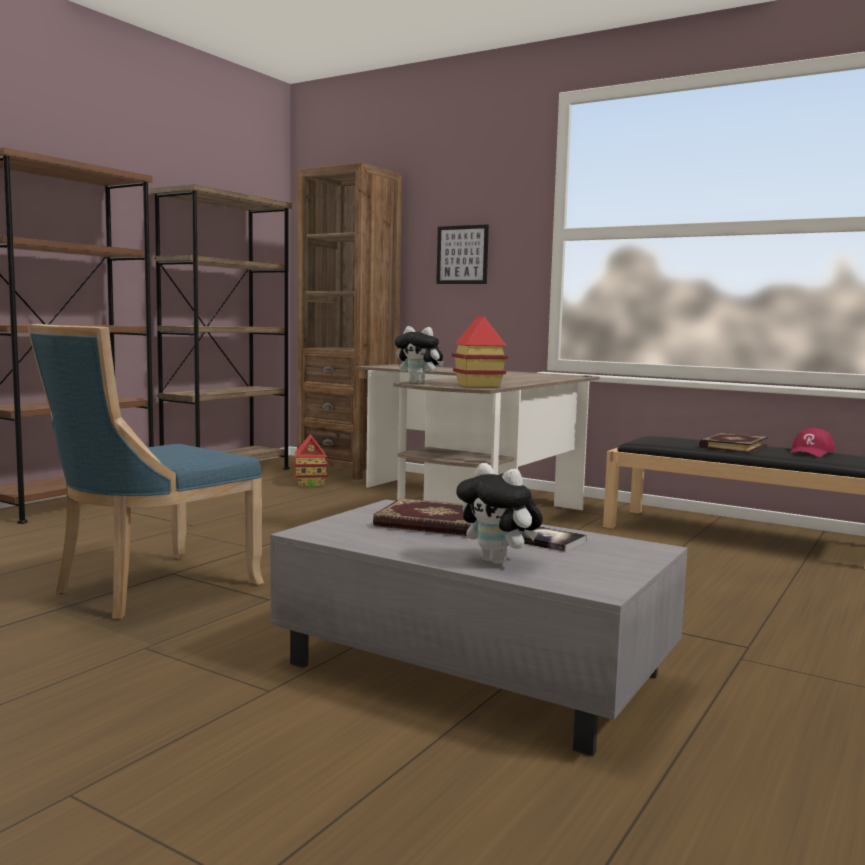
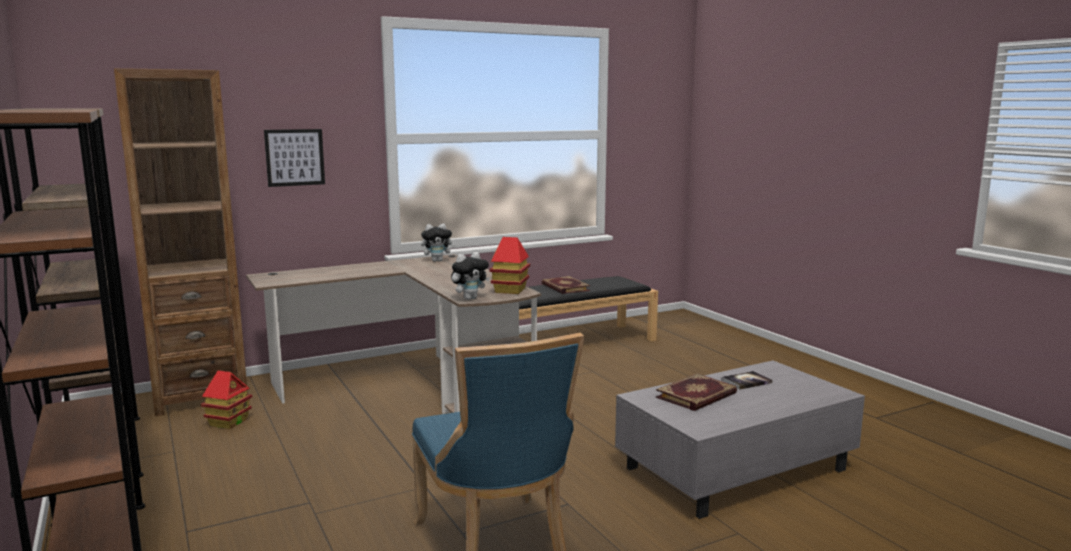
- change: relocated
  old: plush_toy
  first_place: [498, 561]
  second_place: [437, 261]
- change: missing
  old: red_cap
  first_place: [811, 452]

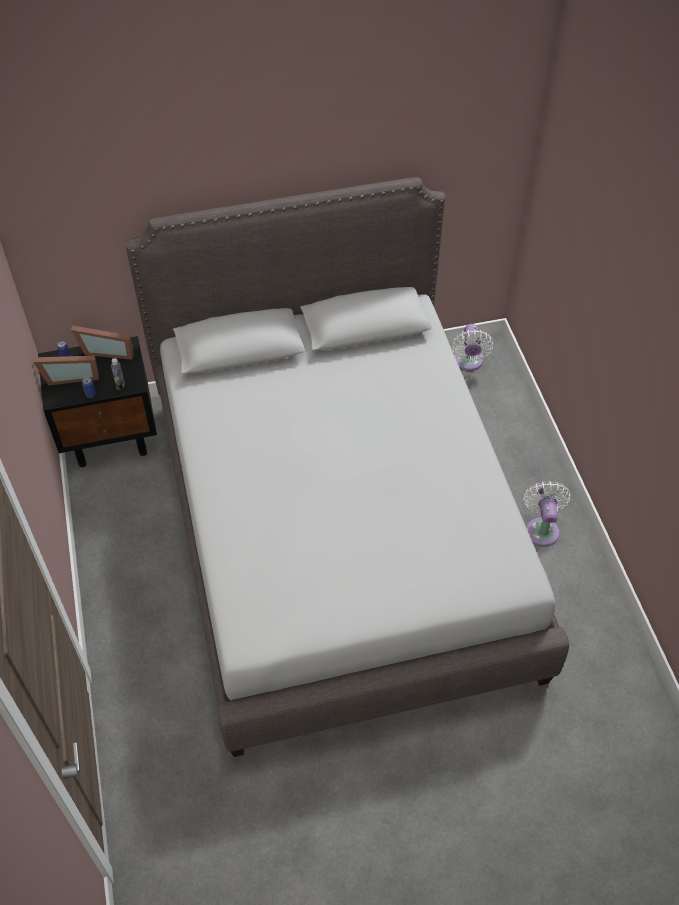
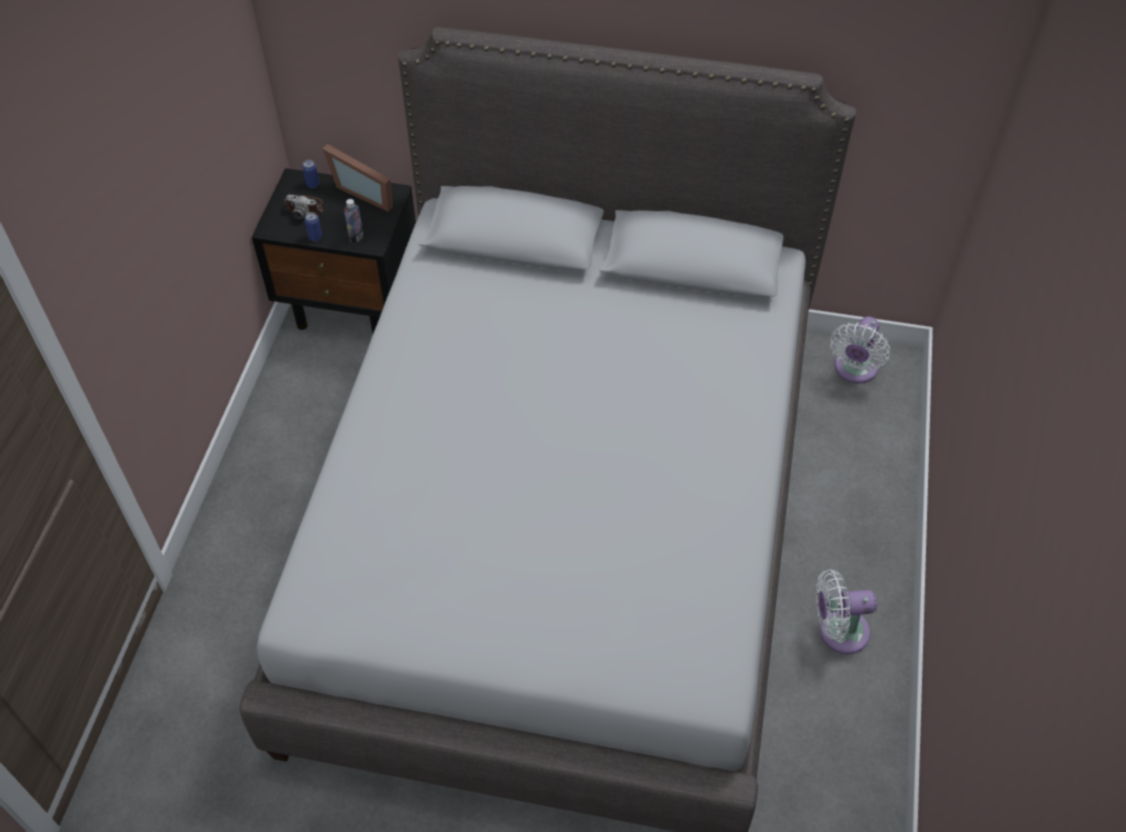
- change: exchanged
  old: picture_frame
  new: photo_camera
  first_place: [70, 376]
  second_place: [305, 208]
- change: spun
  old: white_fan
  first_place: [542, 528]
  second_place: [838, 631]
  degrees: -120

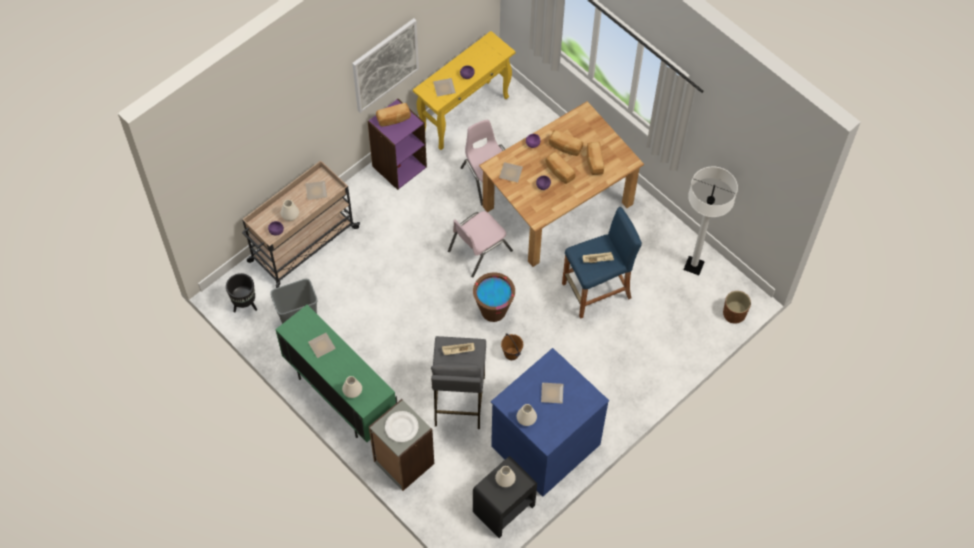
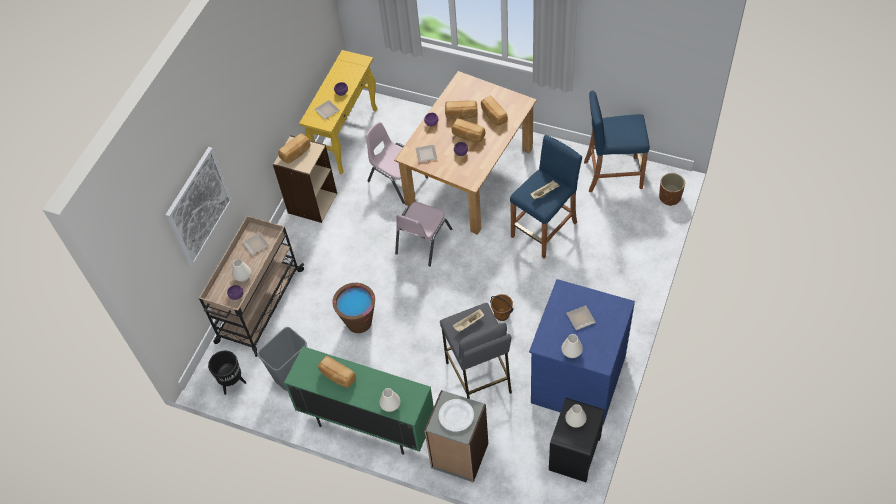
- change: exchanged
  old: plate
  new: bread
  first_place: [322, 345]
  second_place: [337, 376]
- change: relocated
  old: picture
  first_place: [385, 65]
  second_place: [198, 206]
- change: colour
  old: purple_bookcase
  new: beige_bookcase
  first_place: [399, 166]
  second_place: [312, 203]
- change: relocated
  old: brown_bucket
  first_place: [493, 310]
  second_place: [359, 322]
- change: exchanged
  old: white_floor_lamp
  new: blue_stool
  first_place: [693, 266]
  second_place: [613, 174]

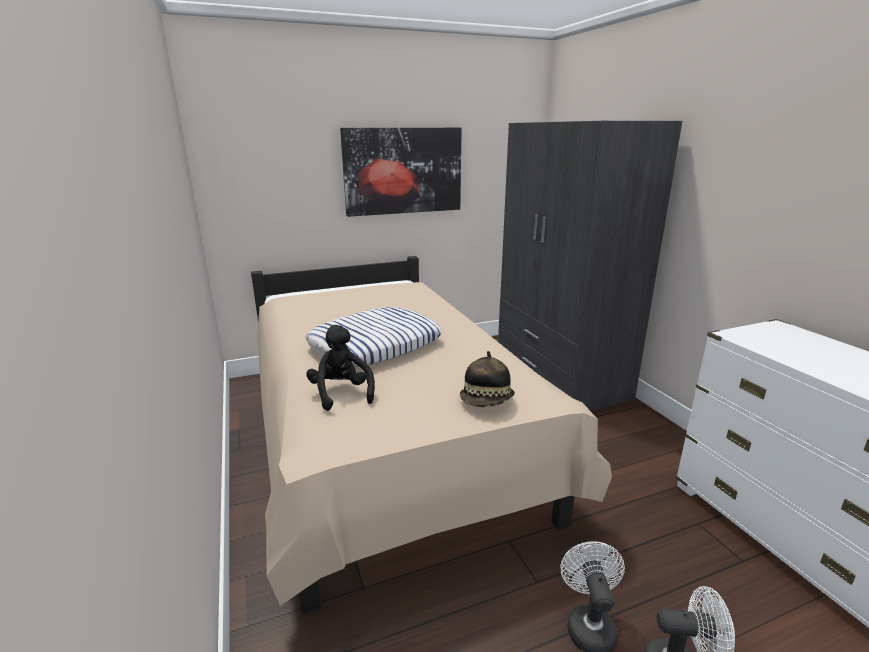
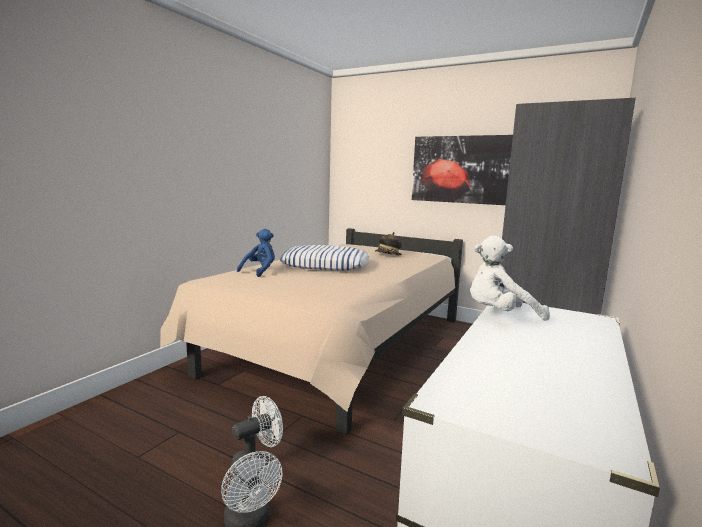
- change: colour
  old: black_plush_toy
  new: blue_plush_toy
  first_place: [341, 393]
  second_place: [260, 271]
- change: relocated
  old: hat
  first_place: [487, 401]
  second_place: [388, 255]
- change: appeared
  new: white_plush_toy
  second_place: [500, 315]

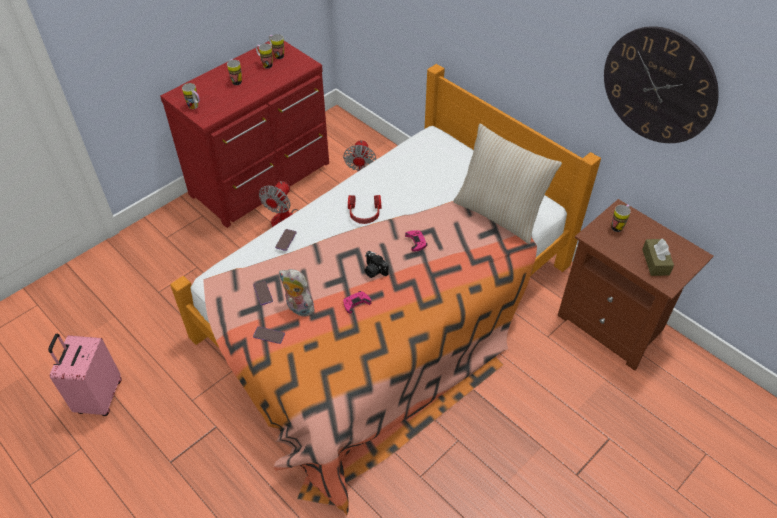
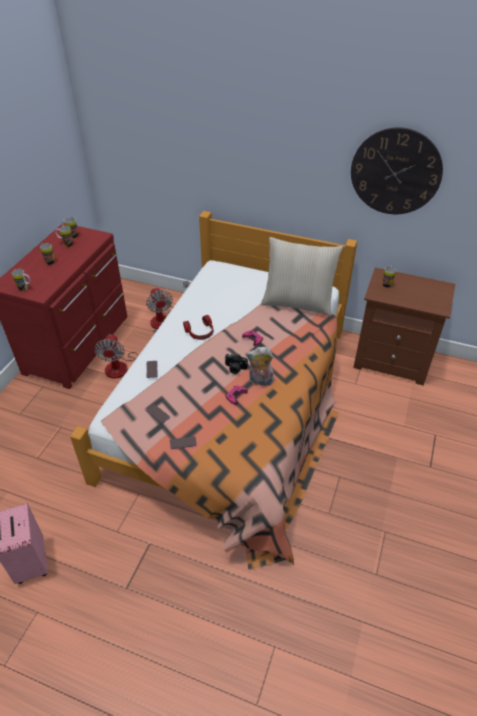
- change: relocated
  old: plush_toy
  first_place: [298, 308]
  second_place: [260, 381]
- change: missing
  old: brown_tissue_box
  first_place: [655, 262]

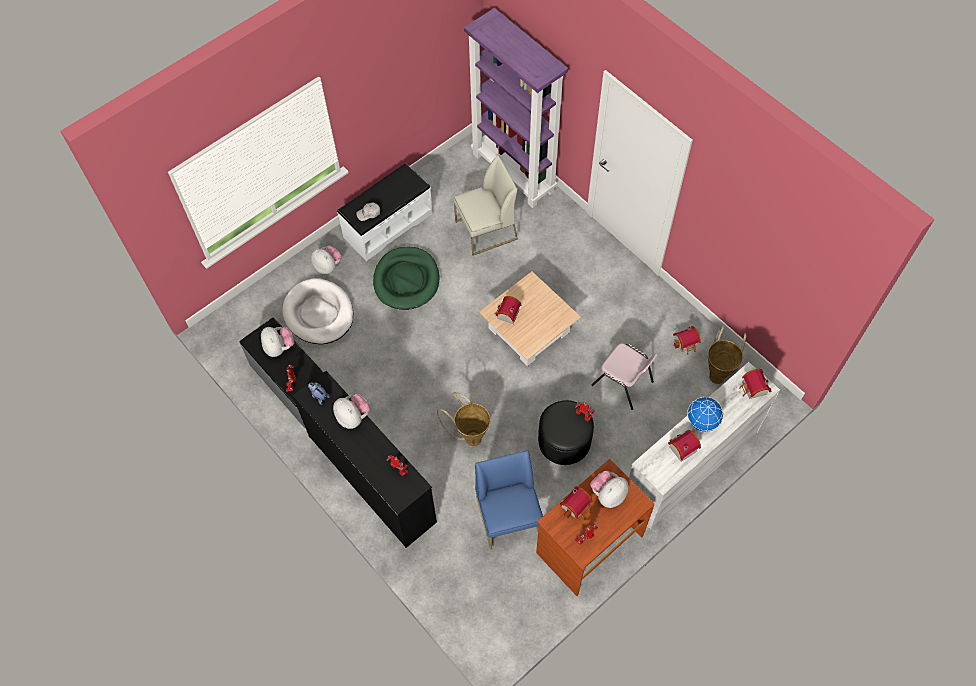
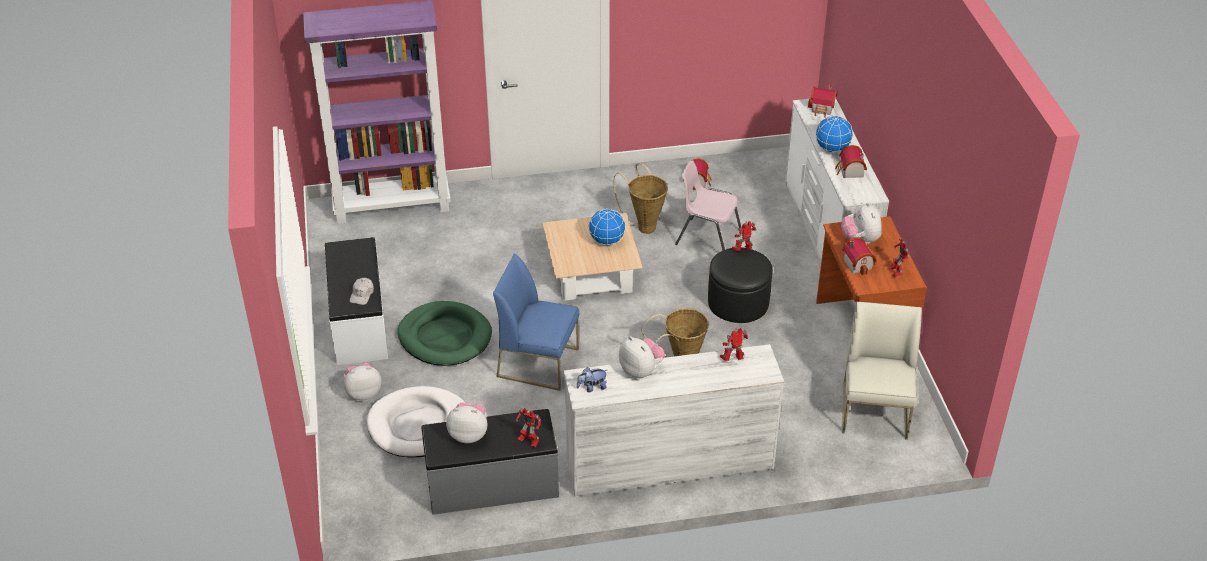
- change: colour
  old: black_dresser
  new: white_dresser
  first_place: [372, 478]
  second_place: [668, 463]
- change: spun
  old: plush_toy
  first_place: [353, 417]
  second_place: [641, 370]
  degrees: 60
- change: relocated
  old: white_chair
  first_place: [486, 231]
  second_place: [875, 412]
- change: relocated
  old: blue_chair
  first_place: [509, 517]
  second_place: [539, 362]
- change: missing
  old: toy_house
  first_place: [506, 314]
- change: spun
  old: pink_chair
  first_place: [623, 384]
  second_place: [707, 238]
  degrees: -135
- change: relocated
  old: basket
  first_place: [718, 373]
  second_place: [644, 226]
- change: appeared
  new: globe
  second_place: [607, 241]

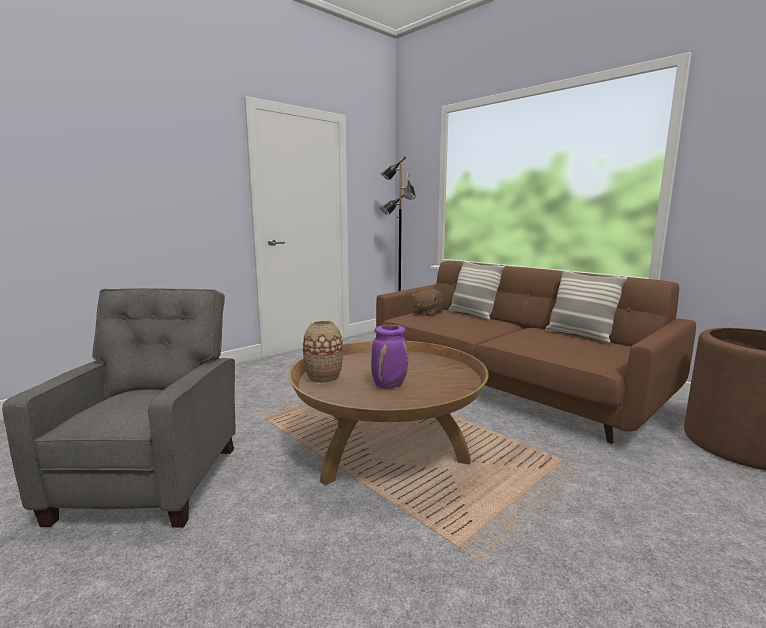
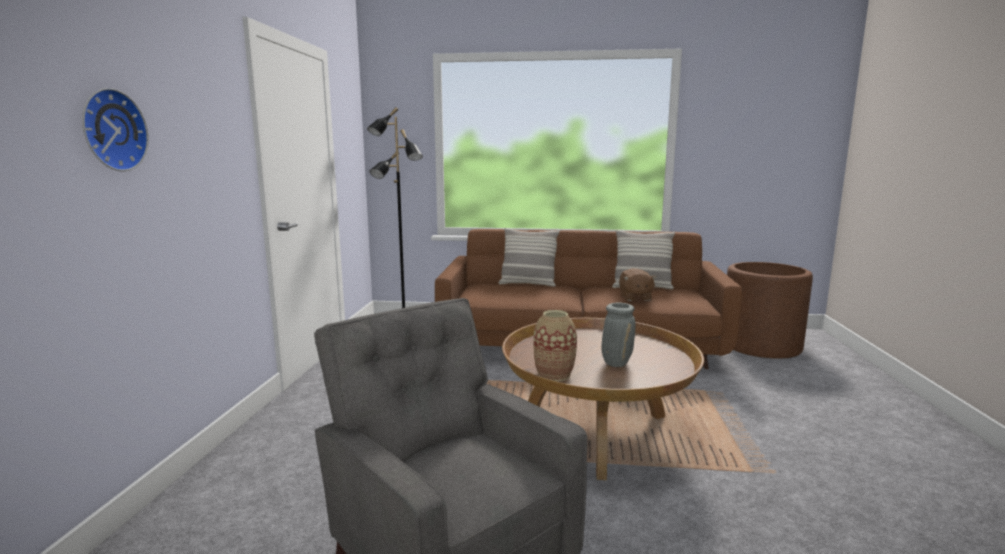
- change: colour
  old: purple_vase
  new: grey_vase
  first_place: [389, 385]
  second_place: [616, 363]
- change: relocated
  old: brown_plush_toy
  first_place: [427, 313]
  second_place: [635, 297]
- change: appeared
  new: wall_clock
  second_place: [111, 130]

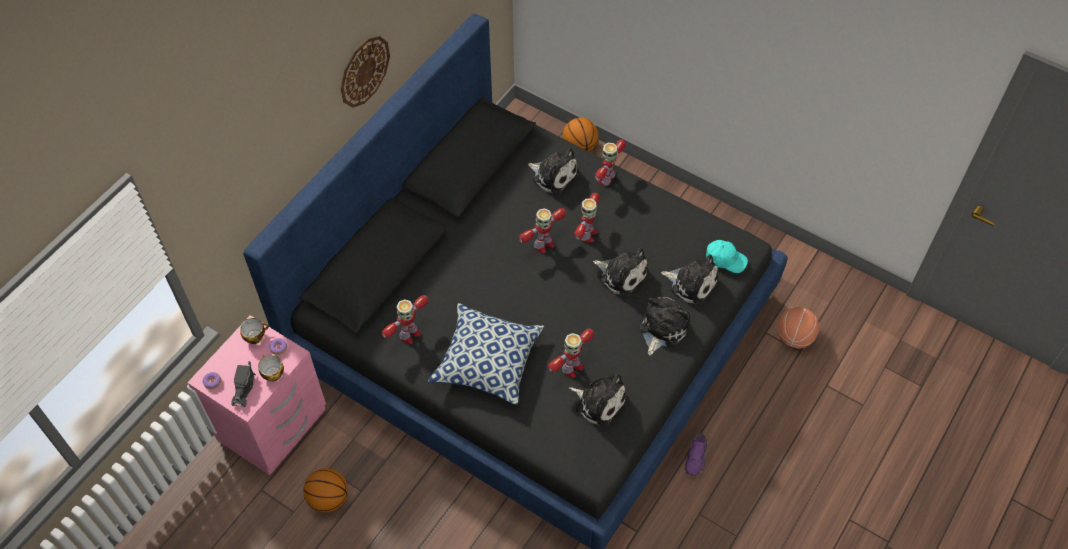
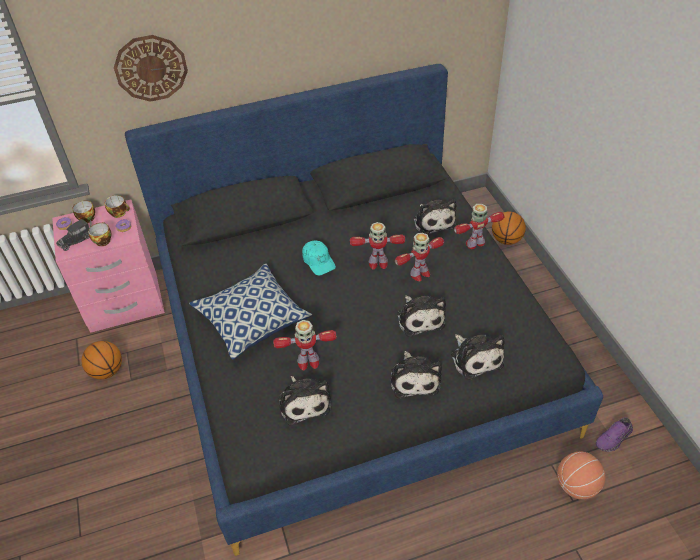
- change: relocated
  old: wall_clock
  first_place: [364, 71]
  second_place: [151, 68]
- change: missing
  old: toy_robot
  first_place: [409, 334]
- change: spun
  old: plush_toy
  first_place: [662, 329]
  second_place: [414, 378]
  degrees: 105
- change: relocated
  old: purple_shoe
  first_place: [696, 457]
  second_place: [614, 439]
- change: relocated
  old: turquoise_cap
  first_place: [725, 259]
  second_place: [318, 261]
- change: appeared
  new: cup
  second_place: [86, 218]

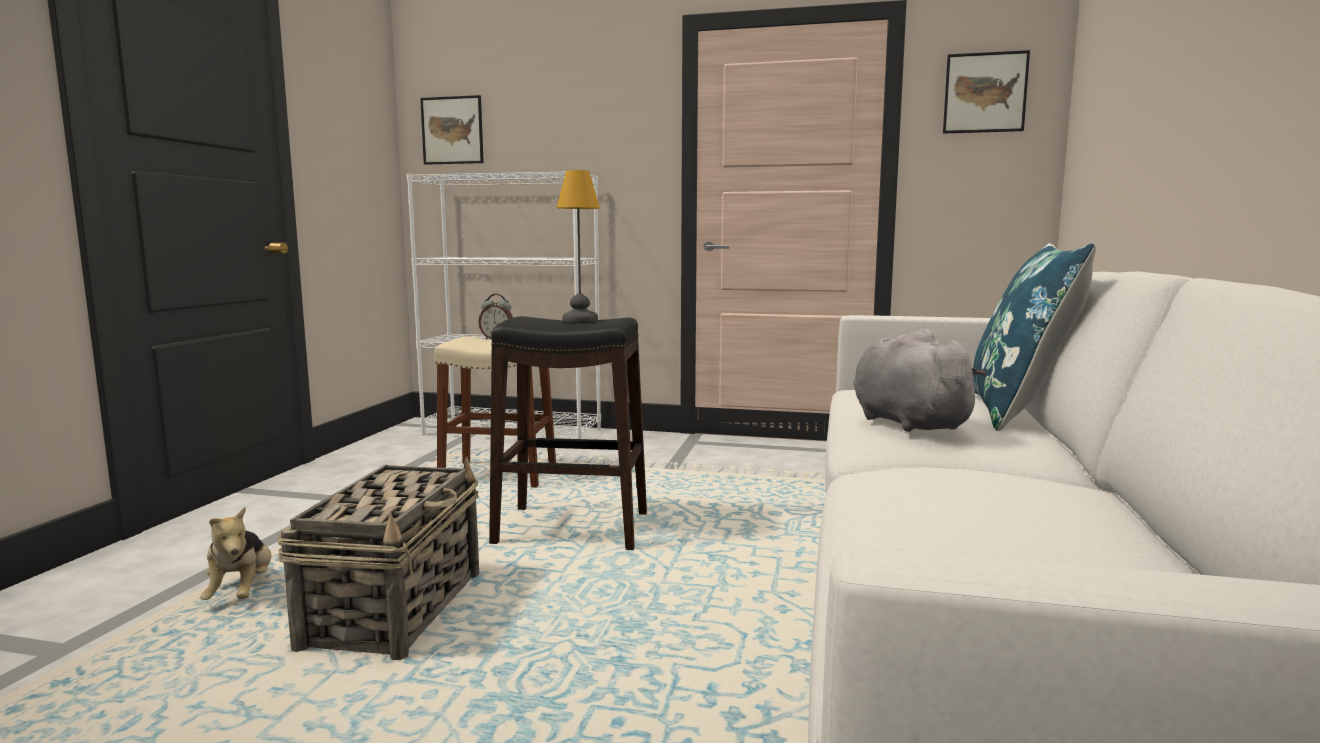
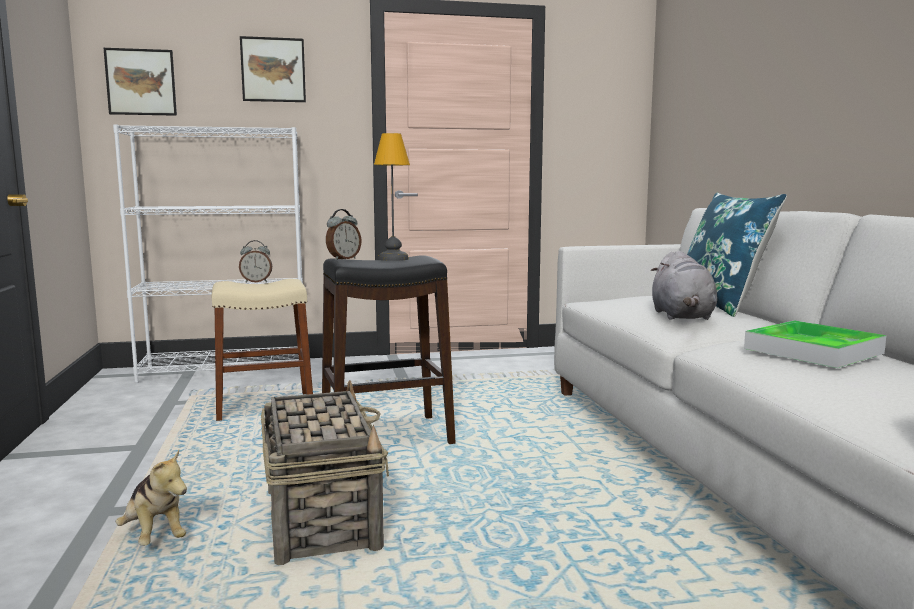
- change: spun
  old: grey_plush_toy
  first_place: [906, 422]
  second_place: [682, 316]
  degrees: -135
- change: relocated
  old: picture
  first_place: [985, 93]
  second_place: [273, 70]
- change: appeared
  new: alarm_clock
  second_place: [343, 259]
- change: appeared
  new: tray
  second_place: [813, 351]

